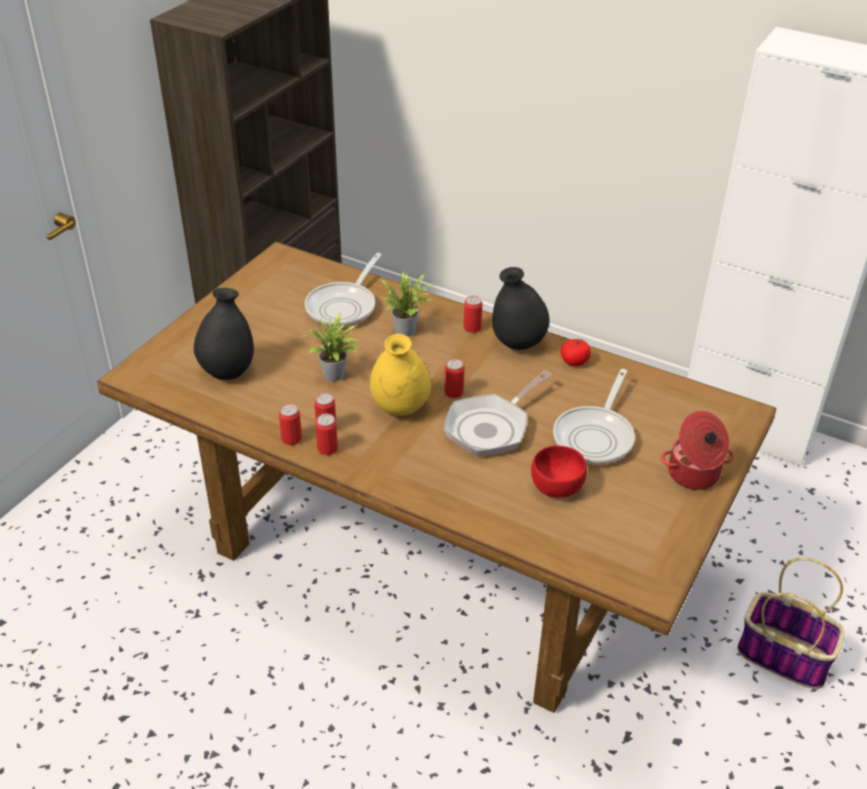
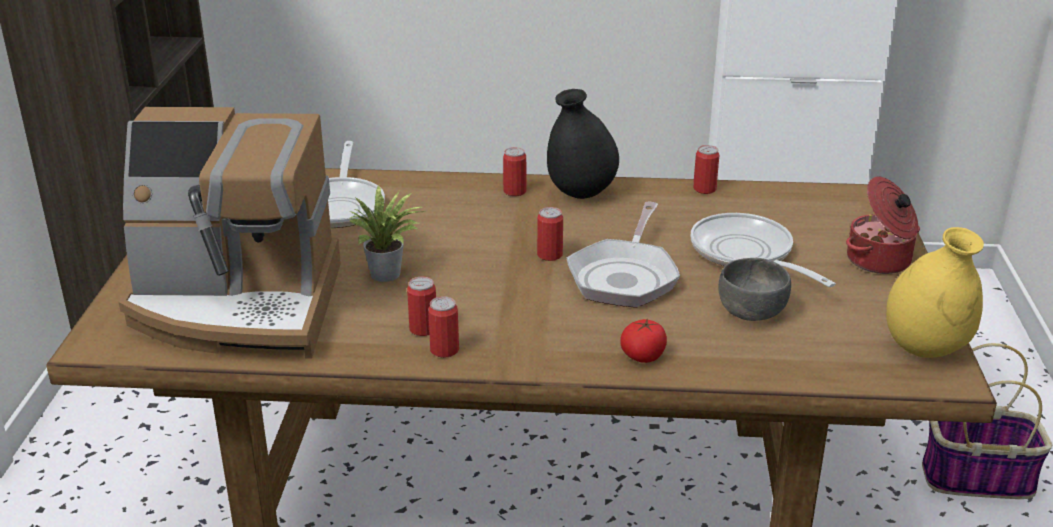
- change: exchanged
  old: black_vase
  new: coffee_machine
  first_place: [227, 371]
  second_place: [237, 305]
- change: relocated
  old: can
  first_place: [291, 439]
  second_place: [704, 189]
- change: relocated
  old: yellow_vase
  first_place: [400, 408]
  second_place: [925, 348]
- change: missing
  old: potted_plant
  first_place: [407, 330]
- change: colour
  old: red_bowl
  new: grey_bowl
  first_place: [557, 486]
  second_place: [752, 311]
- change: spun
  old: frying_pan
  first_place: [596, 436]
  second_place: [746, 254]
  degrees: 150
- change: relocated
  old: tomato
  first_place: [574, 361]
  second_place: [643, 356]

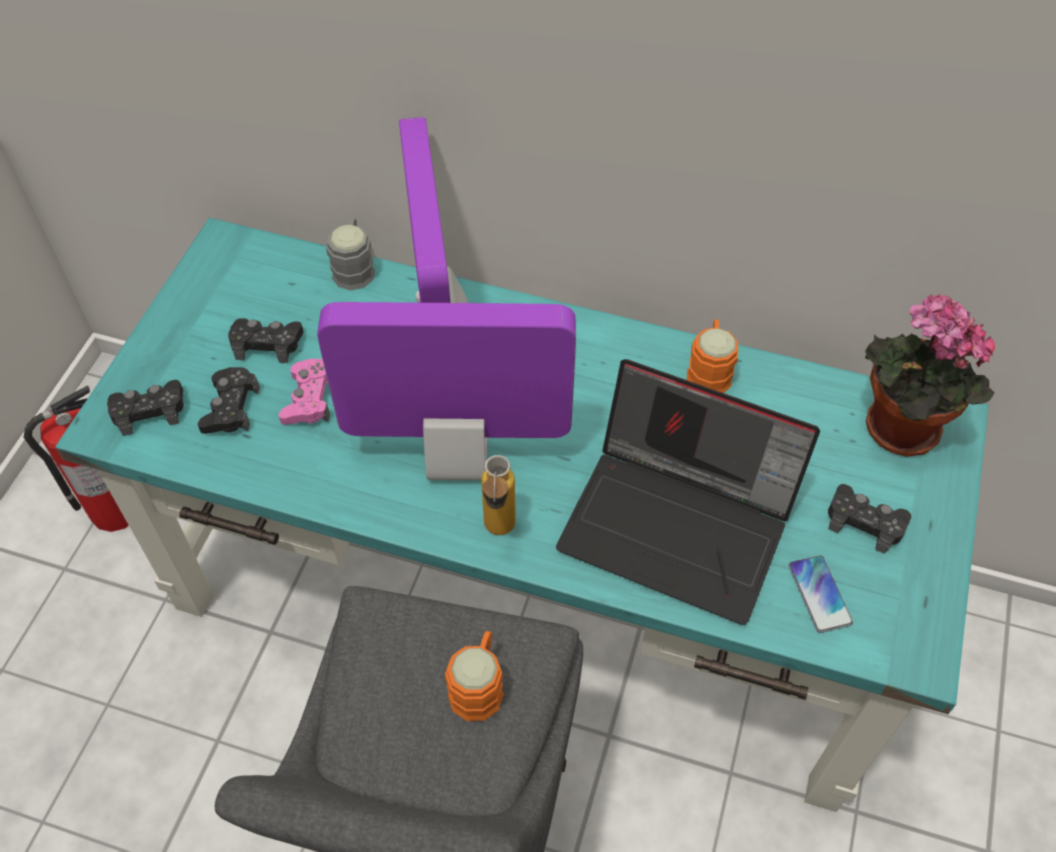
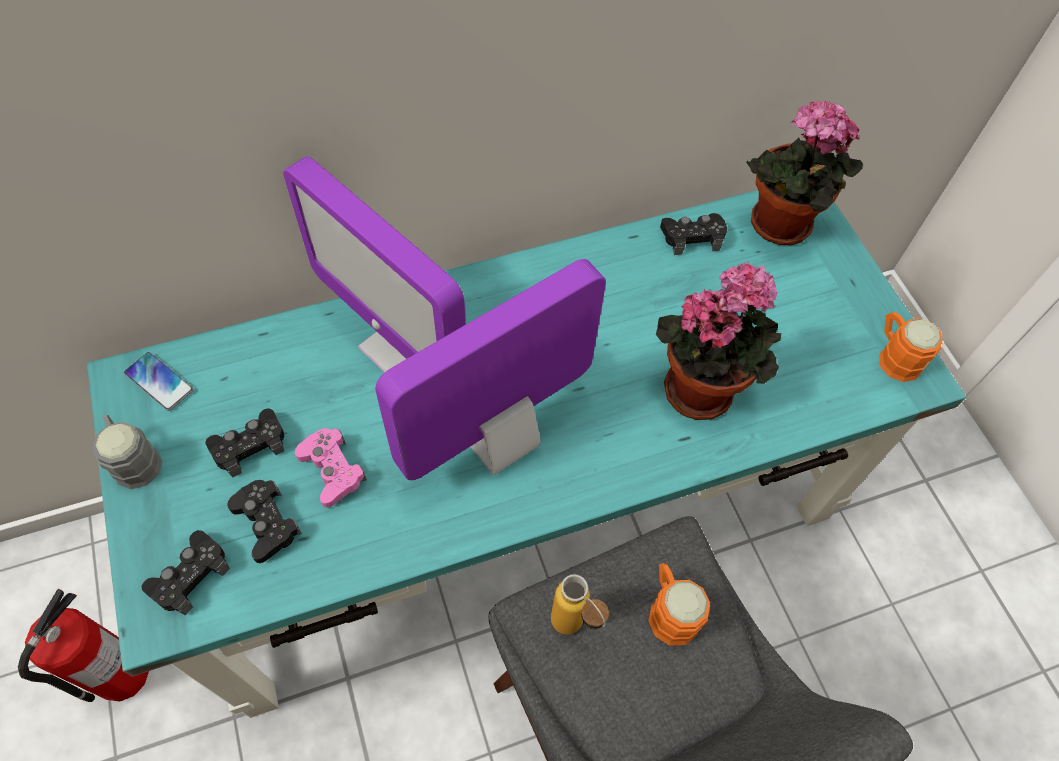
- change: relocated
  old: grey_mug
  first_place: [354, 267]
  second_place: [133, 459]
- change: relocated
  old: bottle
  first_place: [499, 534]
  second_place: [574, 630]
- change: exchanged
  old: laptop
  new: potted_plant
  first_place: [680, 524]
  second_place: [702, 386]
- change: relocated
  old: orange_mug
  first_place: [709, 370]
  second_place: [894, 356]
- change: relocated
  old: phone
  first_place: [819, 594]
  second_place: [159, 382]
- change: relocated
  old: black_game_controller
  first_place: [865, 522]
  second_place: [692, 237]

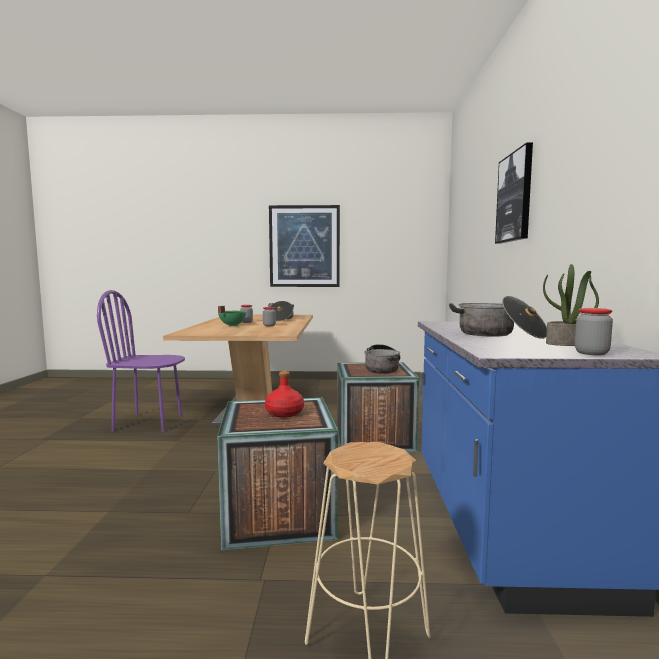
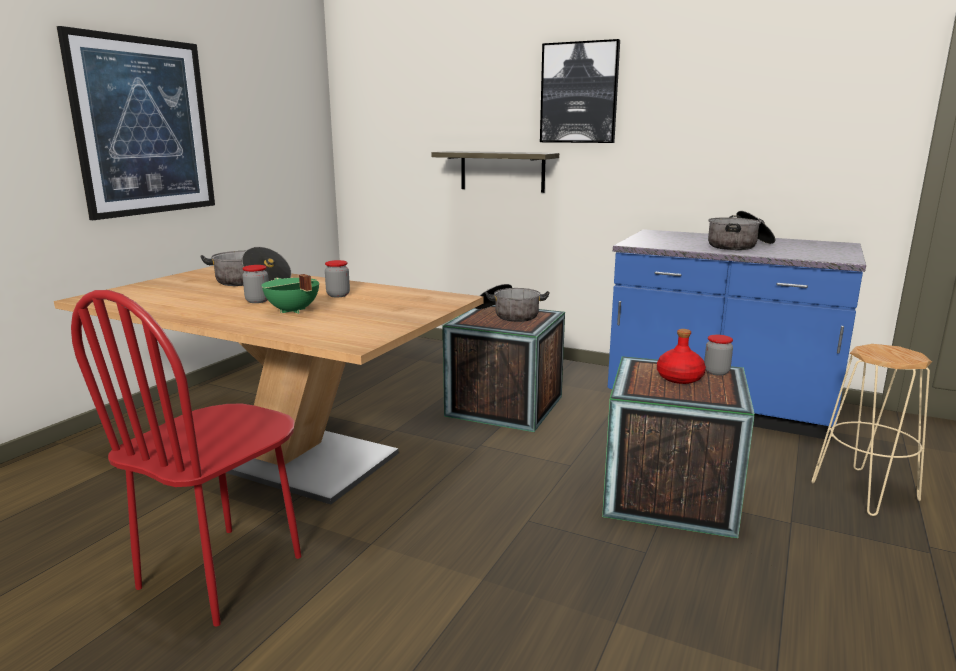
- change: colour
  old: purple_chair
  new: red_chair
  first_place: [149, 423]
  second_place: [222, 572]
- change: missing
  old: potted_plant
  first_place: [567, 344]
- change: relocated
  old: jar
  first_place: [591, 353]
  second_place: [716, 372]
- change: appeared
  new: shelf
  second_place: [502, 171]

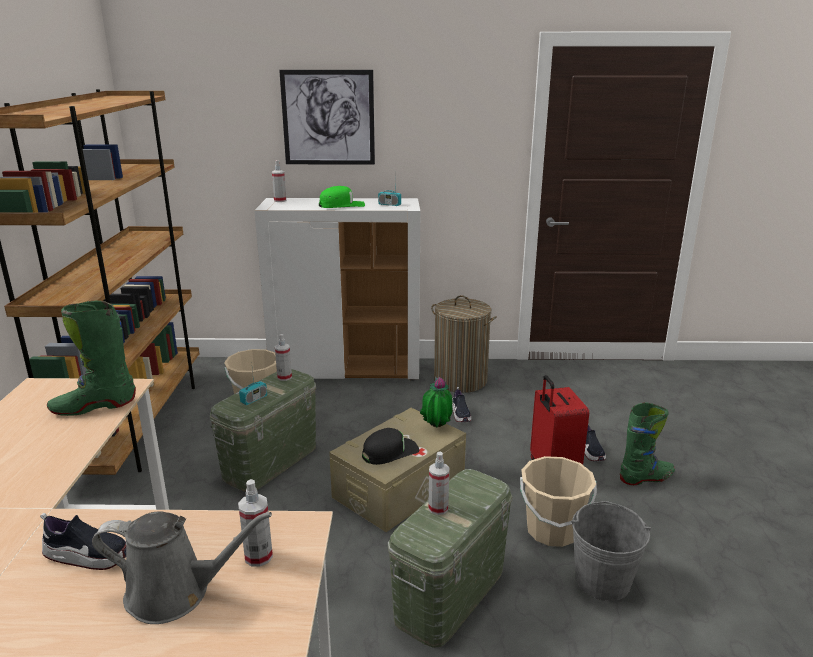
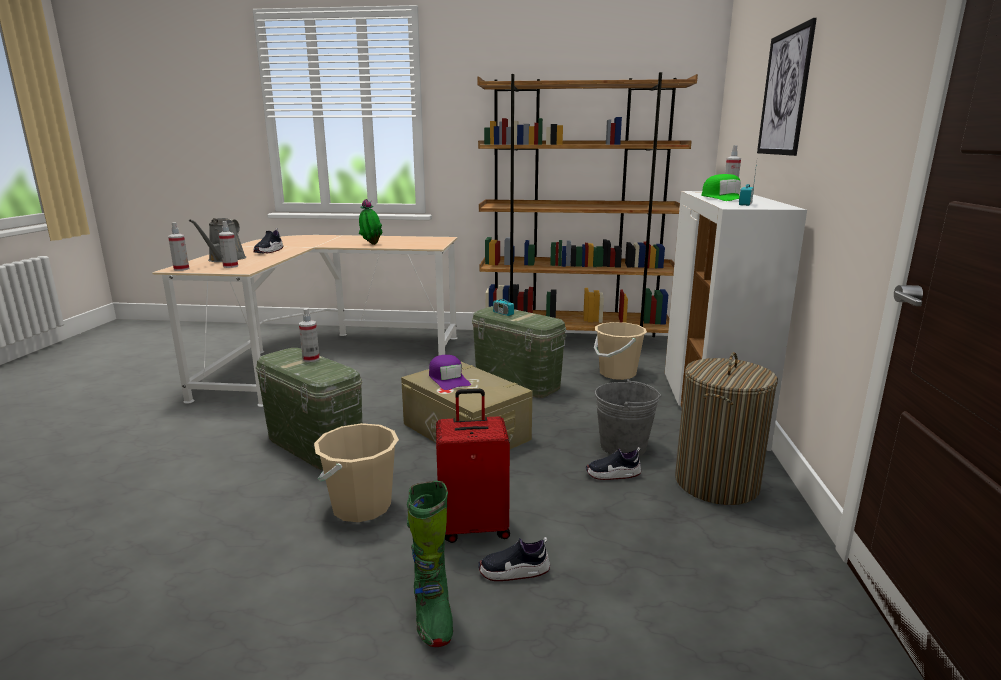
- change: missing
  old: green_boot
  first_place: [94, 406]
- change: relocated
  old: spray_bottle
  first_place: [284, 377]
  second_place: [181, 269]
- change: colour
  old: black_cap
  new: purple_cap
  first_place: [390, 452]
  second_place: [448, 379]
- change: relocated
  old: potted_plant
  first_place: [436, 428]
  second_place: [371, 244]
- change: relocated
  old: grey_bucket
  first_place: [602, 581]
  second_place: [623, 446]

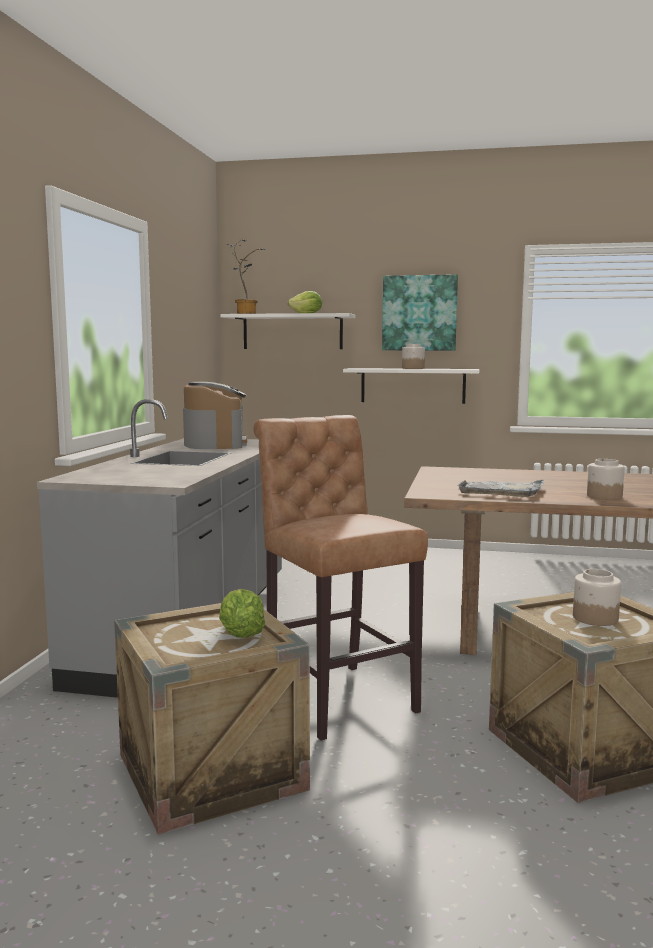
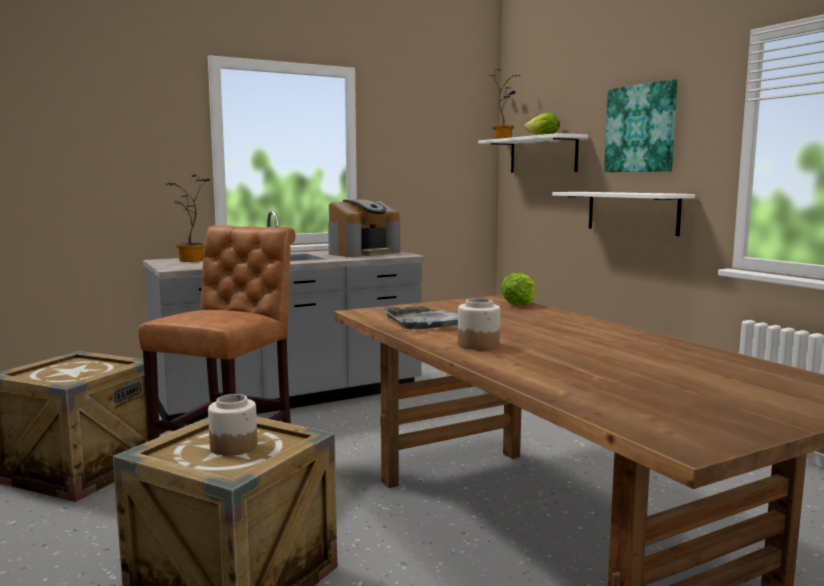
- change: relocated
  old: lettuce
  first_place: [241, 634]
  second_place: [518, 304]
- change: missing
  old: jar
  first_place: [412, 368]
- change: appeared
  new: potted_plant
  second_place: [190, 261]

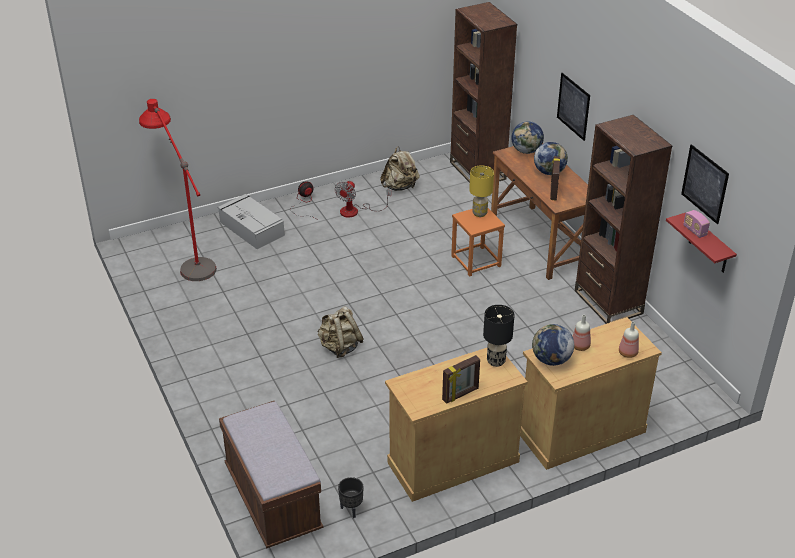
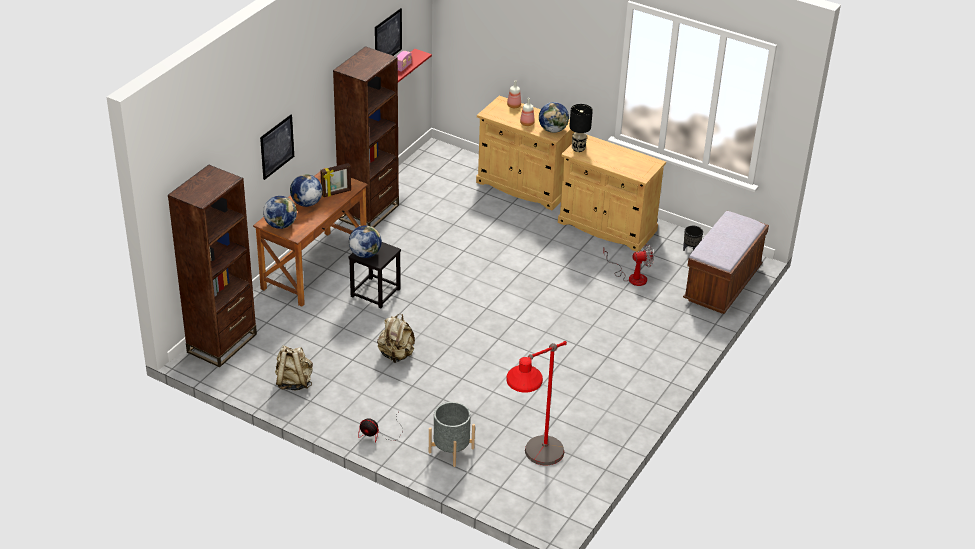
- change: exchanged
  old: grey_storage_box
  new: grey_planter
  first_place: [251, 228]
  second_place: [451, 450]
- change: relocated
  old: beige_backpack
  first_place: [340, 347]
  second_place: [396, 355]
- change: relocated
  old: fan
  first_place: [356, 211]
  second_place: [632, 277]
- change: missing
  old: picture_frame
  first_place: [460, 395]
- change: colour
  old: orange_stool
  new: black_stool
  first_place: [475, 261]
  second_place: [375, 293]
- change: exchanged
  old: yellow_table_lamp
  new: globe
  first_place: [480, 213]
  second_place: [365, 254]

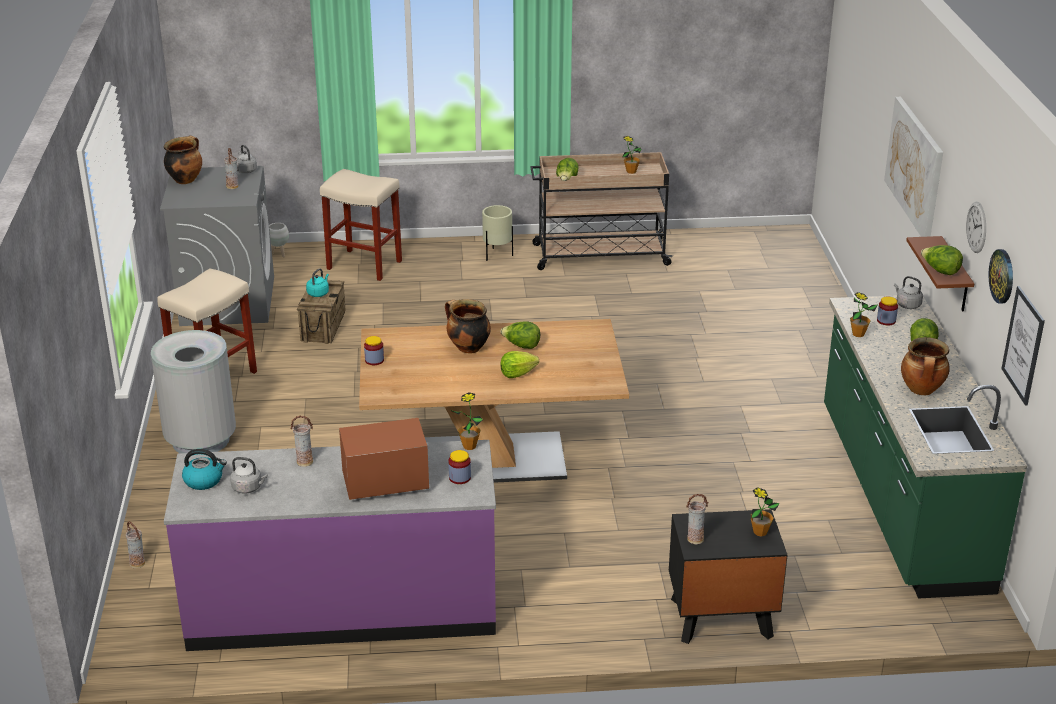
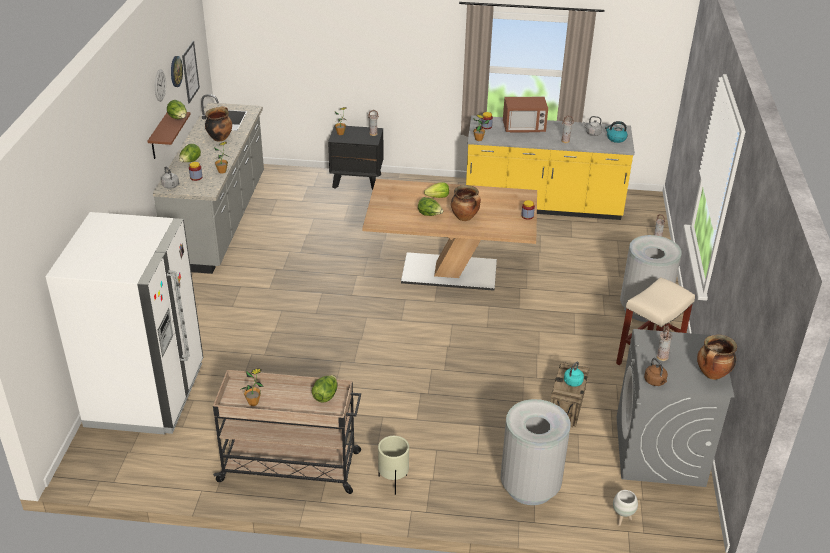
- change: colour
  old: purple_counter
  new: yellow_counter
  first_place: [343, 607]
  second_place: [542, 206]
- change: colour
  old: grey_kettle
  new: brown_kettle
  first_place: [245, 170]
  second_place: [655, 382]
- change: exchanged
  old: beige_stool
  new: grey_trash_can
  first_place: [365, 265]
  second_place: [529, 486]
- change: colour
  old: green_counter
  new: grey_counter
  first_place: [900, 497]
  second_place: [220, 221]
- change: missing
  old: picture
  first_place: [915, 167]
- change: appeared
  new: white_fridge
  second_place: [146, 394]

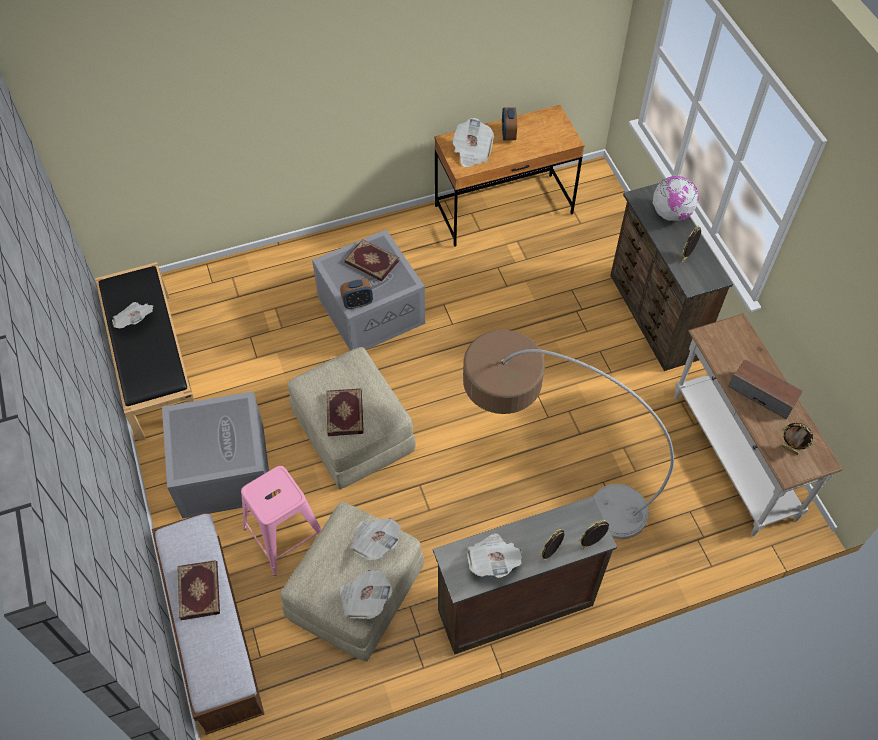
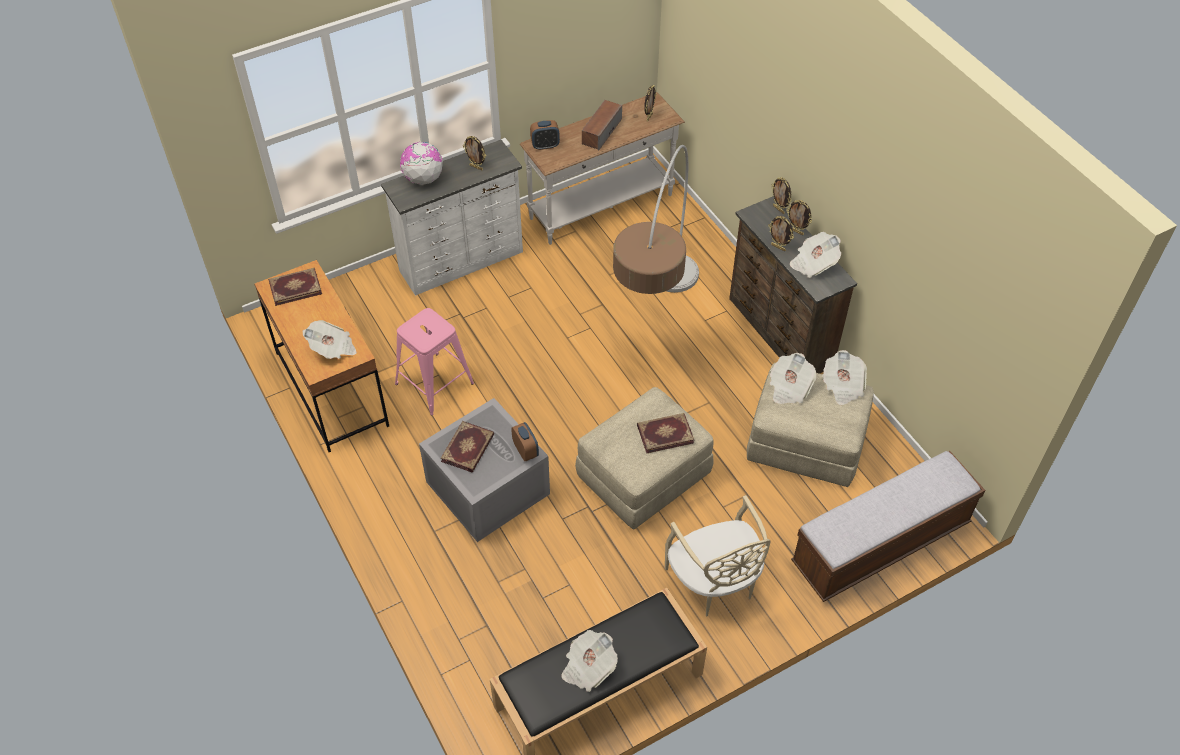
- change: exchanged
  old: grey_storage_box
  new: beige_chair
  first_place: [222, 469]
  second_place: [714, 582]
- change: relocated
  old: book
  first_place: [200, 590]
  second_place: [295, 287]
- change: relocated
  old: pink_stool
  first_place: [285, 534]
  second_place: [434, 383]
- change: relocated
  old: alarm_clock
  first_place: [508, 134]
  second_place: [545, 145]
- change: colour
  old: brown_dresser
  new: white_dresser
  first_place: [652, 317]
  second_place: [463, 262]
- change: appeared
  new: picture_frame
  second_place: [778, 247]

